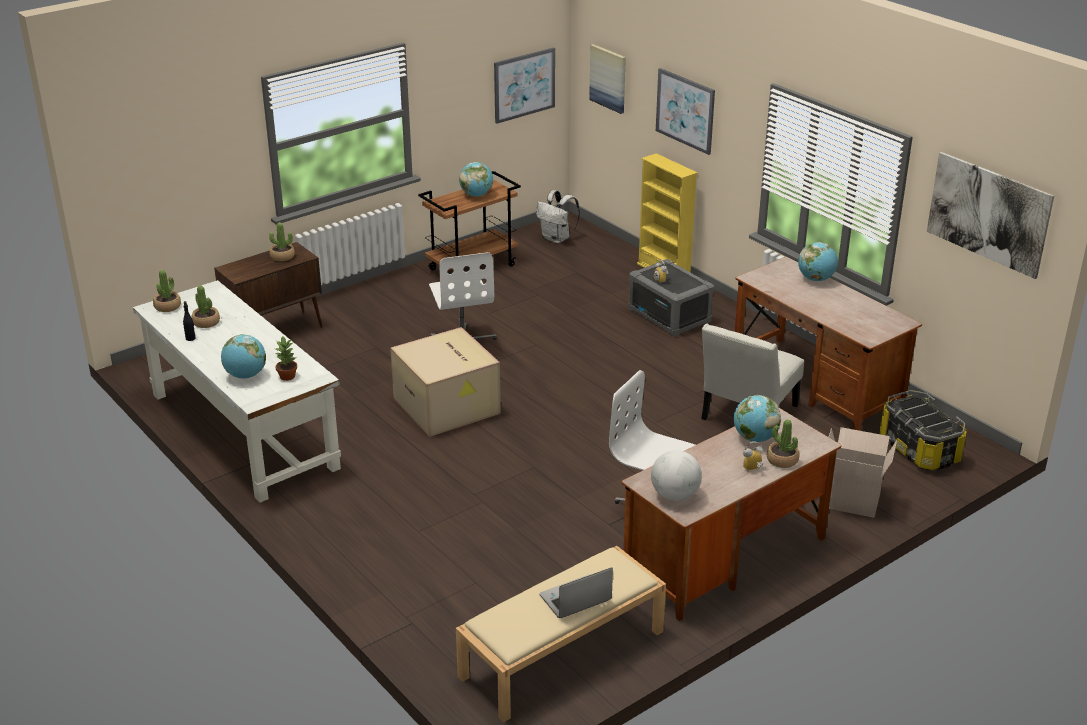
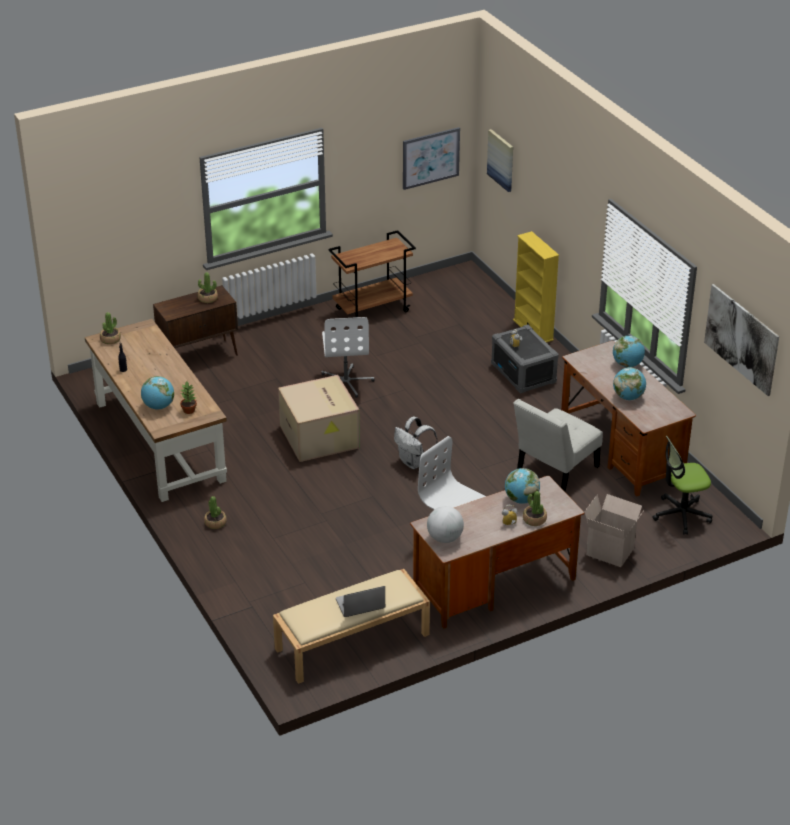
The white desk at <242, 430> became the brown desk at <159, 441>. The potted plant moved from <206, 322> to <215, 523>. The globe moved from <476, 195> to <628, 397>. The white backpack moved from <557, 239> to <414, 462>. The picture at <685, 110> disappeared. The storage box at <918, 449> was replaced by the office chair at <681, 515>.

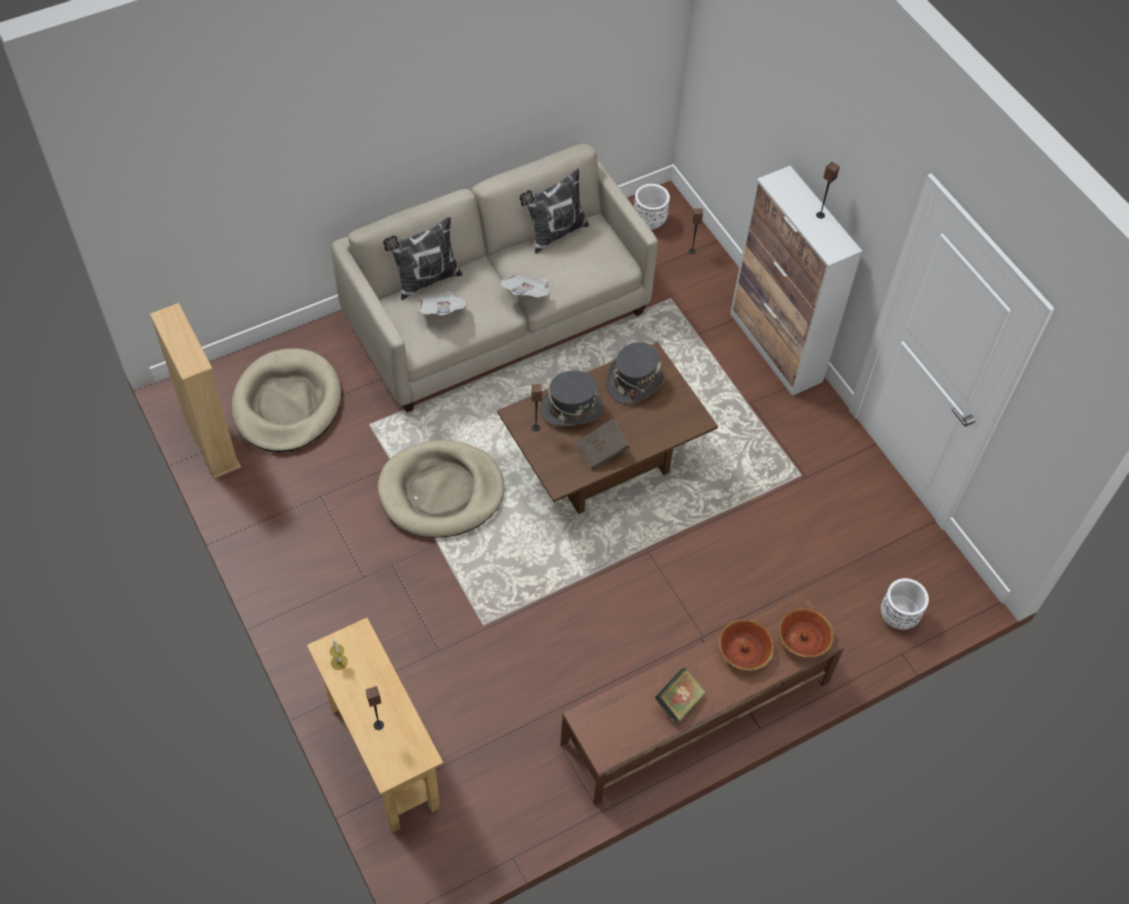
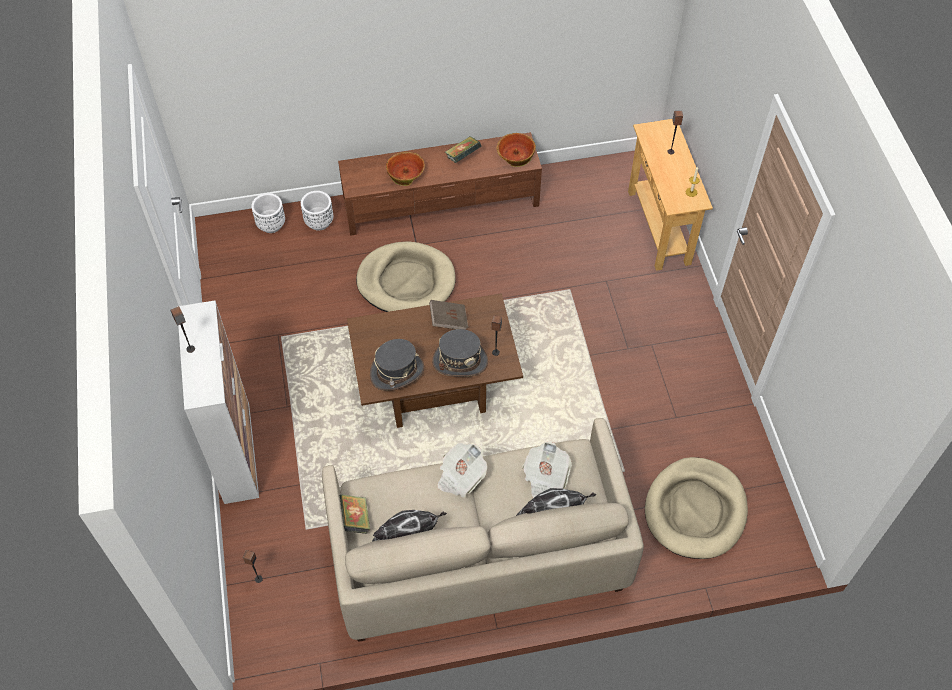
The beige bookcase at <211, 442> disappeared. The beige dog bed moved from <441, 492> to <406, 281>. The white planter moved from <649, 221> to <319, 222>. The bowl moved from <803, 639> to <515, 155>. The book at <355, 519> appeared.

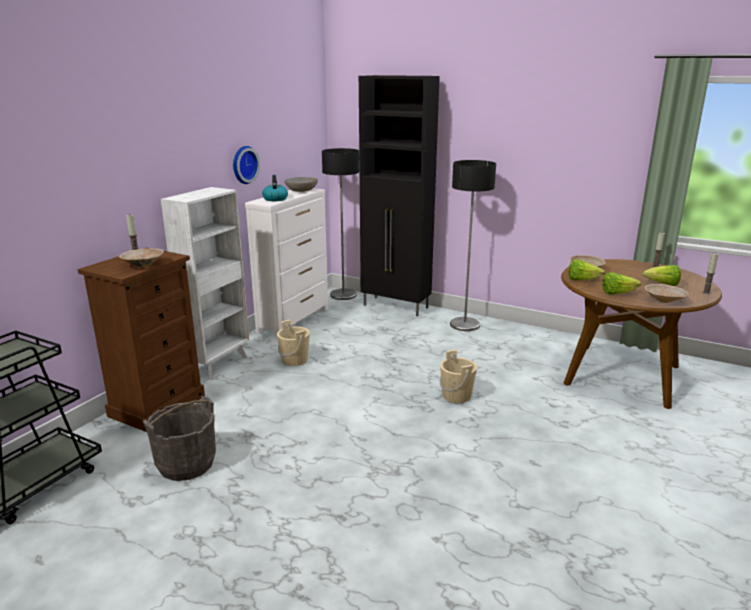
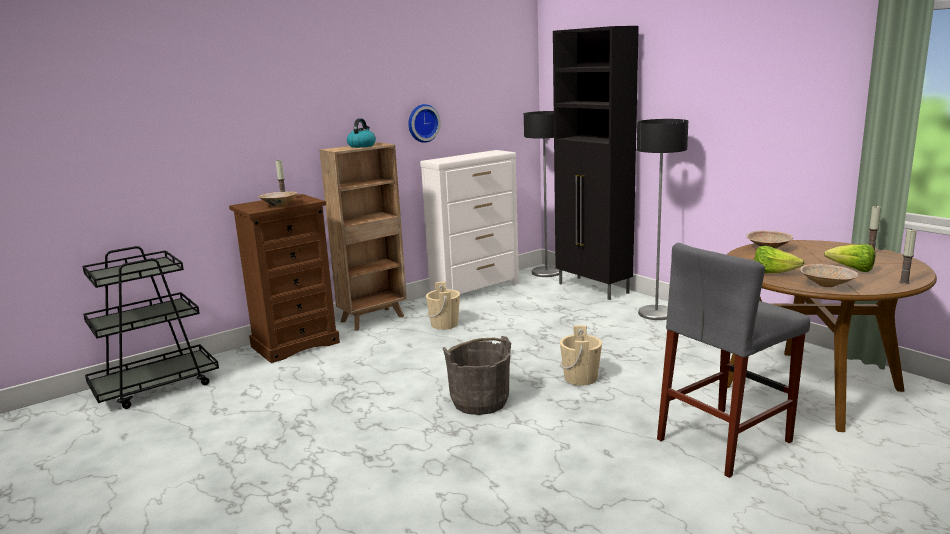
The grey bucket moved from <186, 464> to <479, 401>. The white bookcase at <218, 364> became the brown bookcase at <374, 319>. The kettle moved from <275, 199> to <362, 146>. The grey bowl at <301, 190> disappeared. The lettuce at <582, 280> disappeared. The grey stool at <724, 440> appeared.

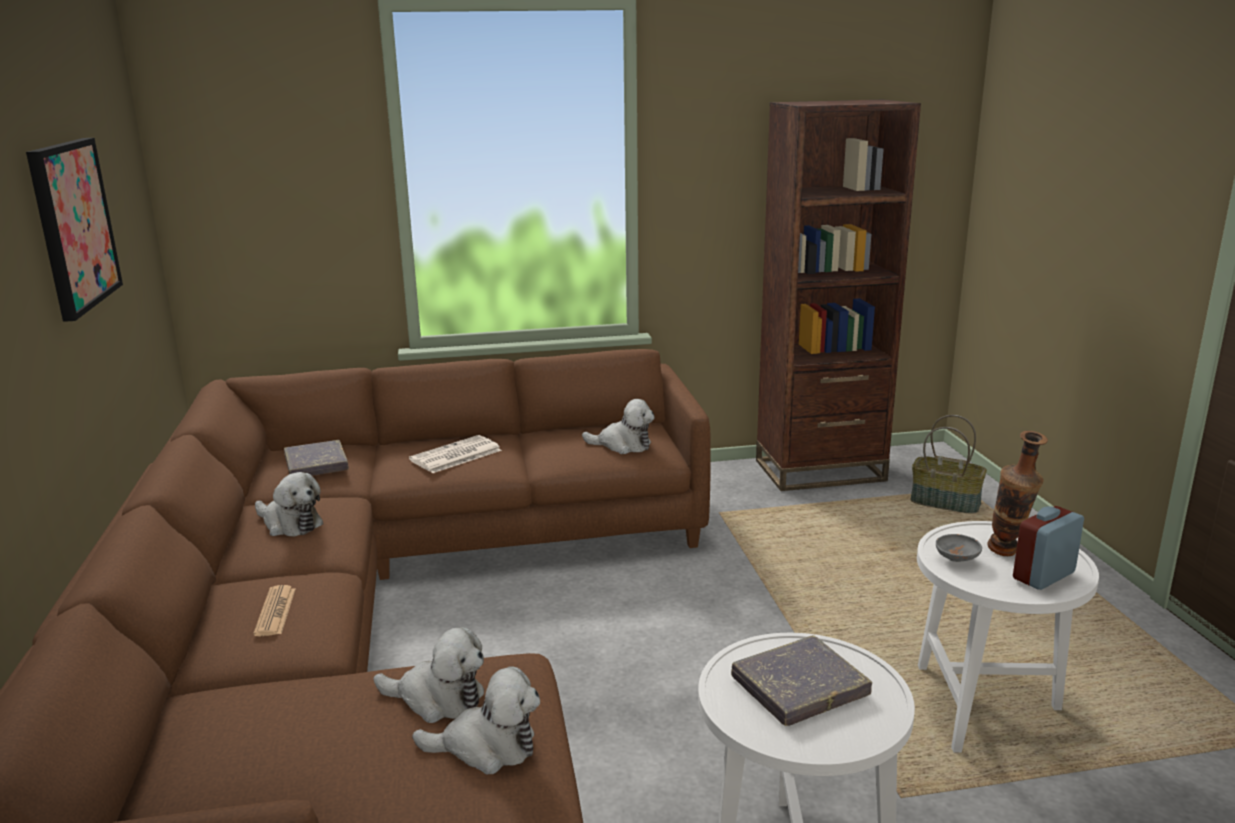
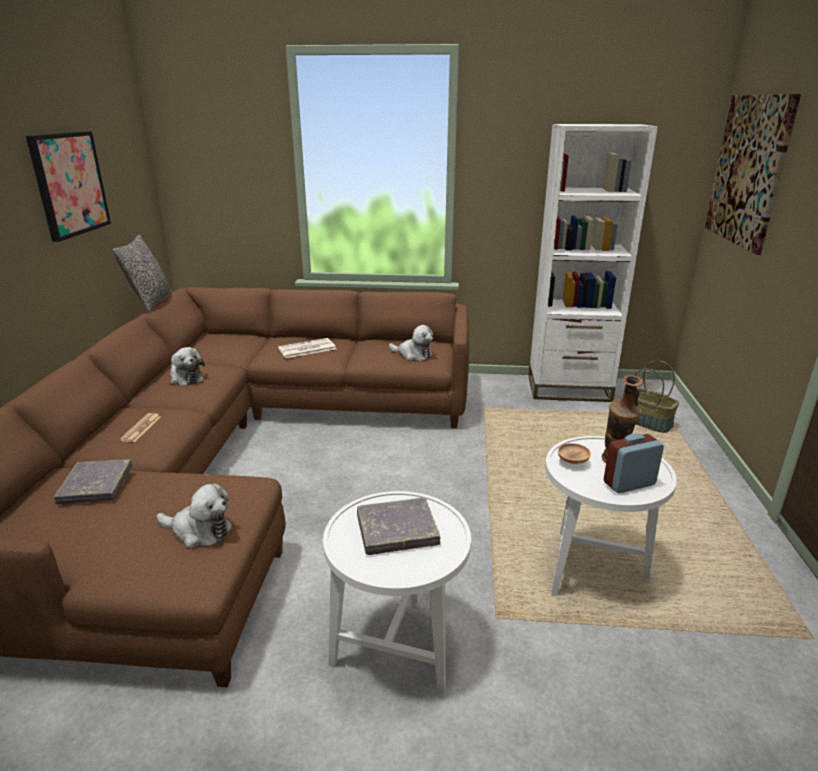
The grey book moved from <316, 464> to <96, 486>. The plush toy at <438, 699> disappeared. The brown bookcase at <820, 471> became the white bookcase at <569, 389>. The grey bowl at <957, 558> became the brown bowl at <572, 461>. The pillow at <151, 303> appeared. The picture at <748, 170> appeared.

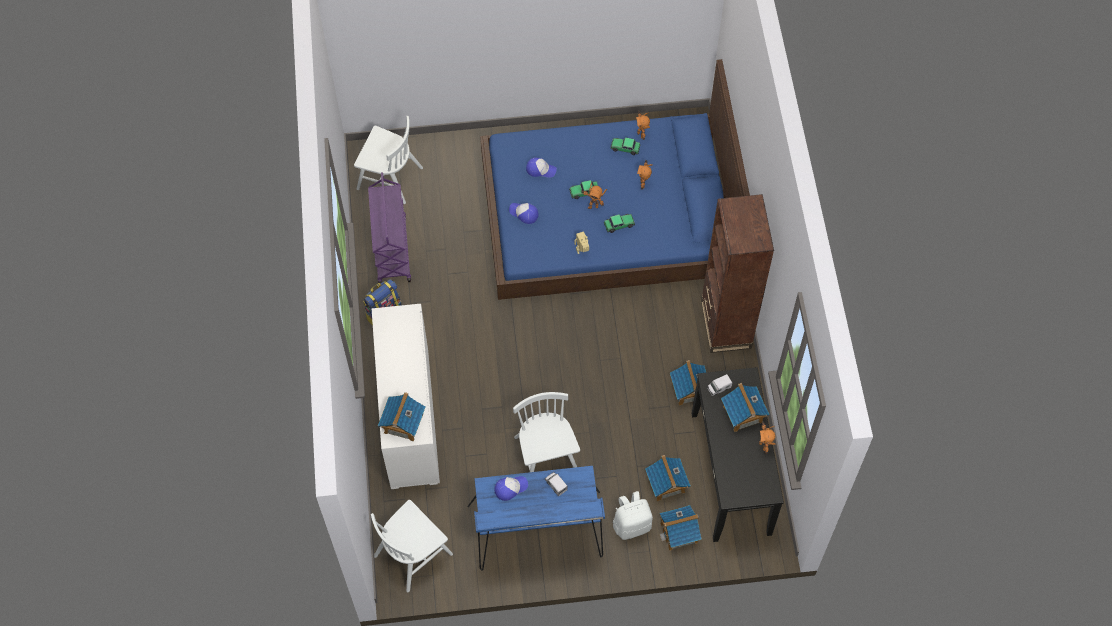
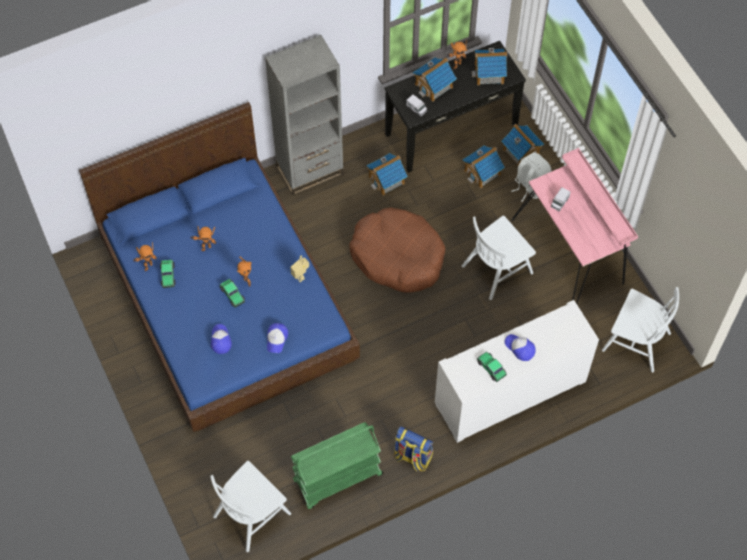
The white chair at <389, 178> turned 135 degrees counterclockwise. The purple cart at <391, 250> became the green cart at <337, 478>. The toy house moved from <403, 424> to <489, 73>. The blue desk at <537, 533> became the pink desk at <570, 252>. The cap moved from <510, 488> to <520, 348>. The toy car moved from <619, 224> to <491, 368>. The brown bookcase at <725, 324> became the grey bookcase at <310, 170>. The brown dog bed at <397, 256> appeared.

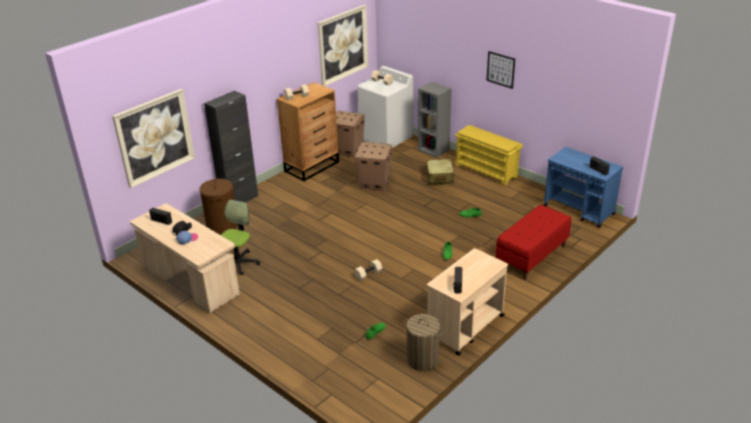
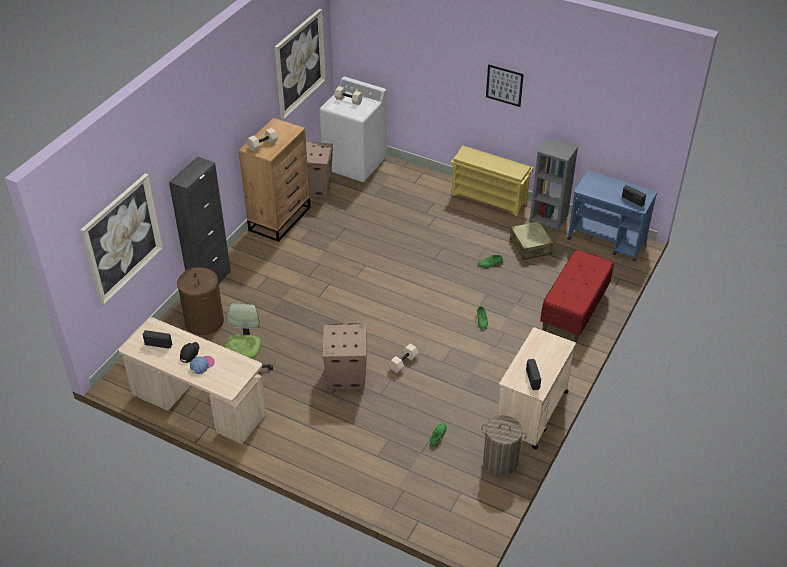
The cardboard box moved from <374, 183> to <345, 375>. The grey bookcase moved from <434, 150> to <549, 218>. The beige suitcase moved from <439, 177> to <530, 246>.

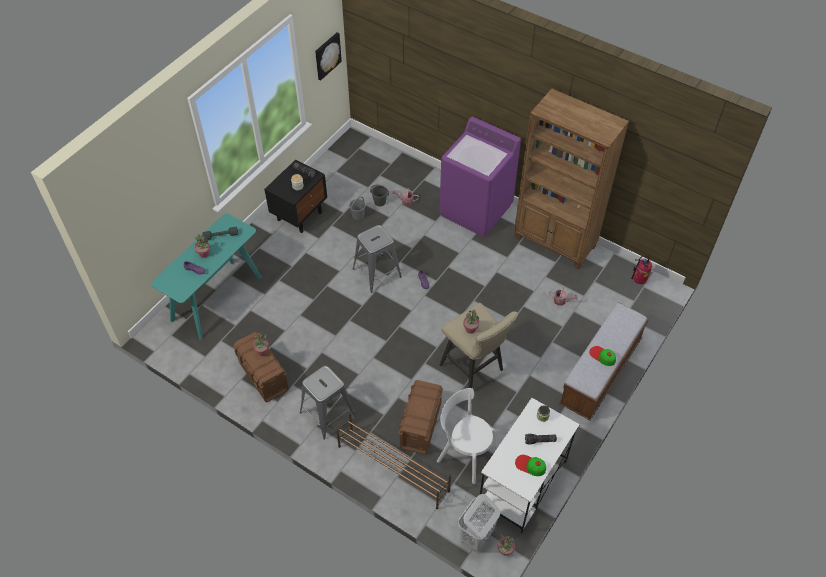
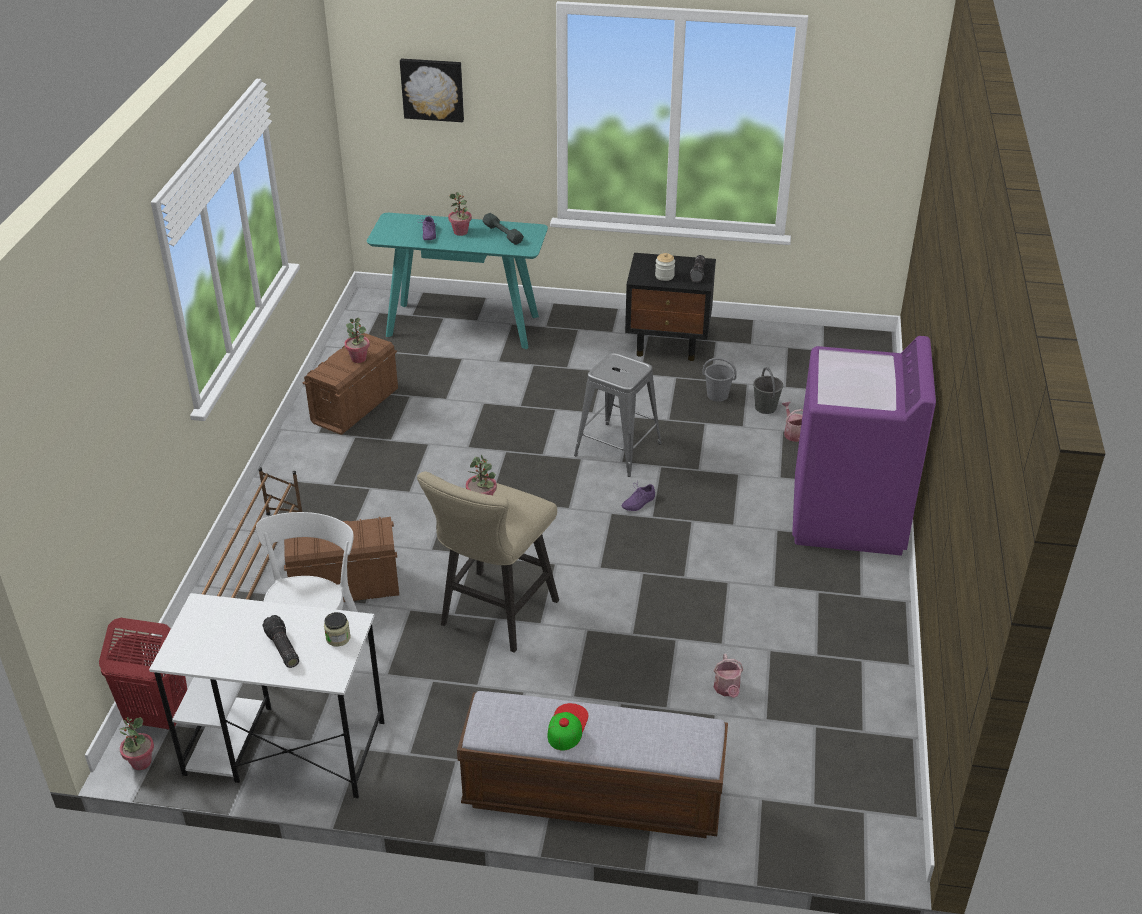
The grey stool at <328, 414> disappeared. The picture moved from <327, 55> to <433, 89>. The white laundry basket at <476, 537> became the red laundry basket at <157, 716>. The brown bookcase at <555, 243> disappeared. The cap at <530, 465> disappeared. The fire extinguisher at <638, 281> disappeared.

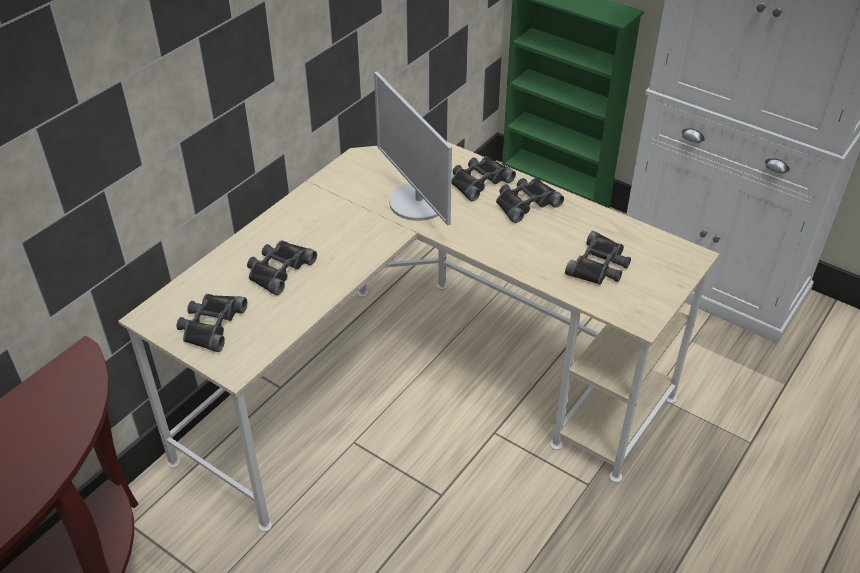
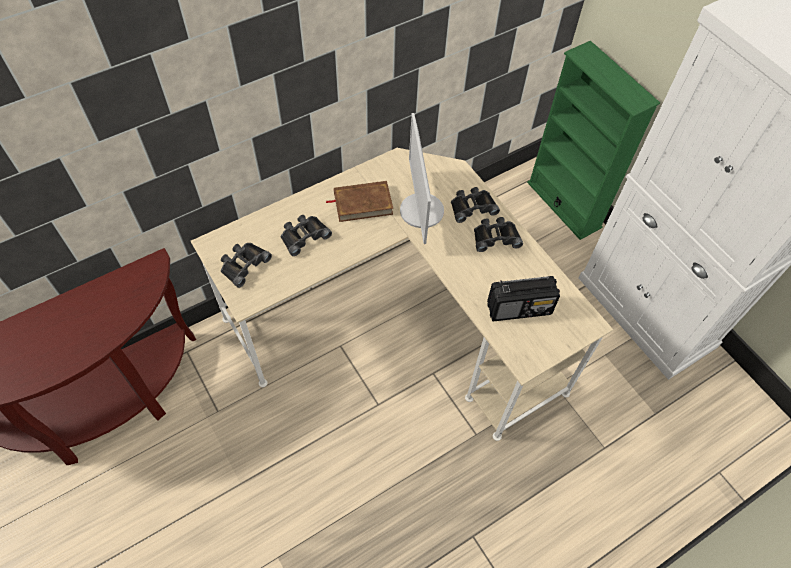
The black binoculars at <599, 265> was replaced by the radio at <519, 308>. The brown book at <362, 203> appeared.

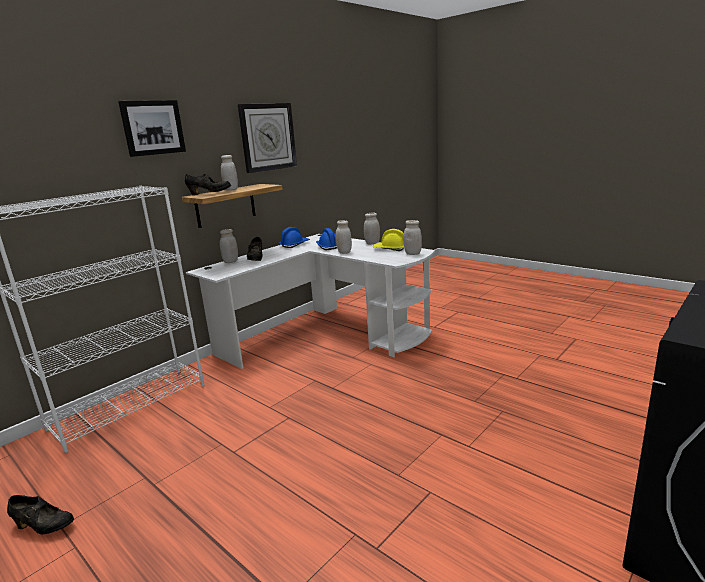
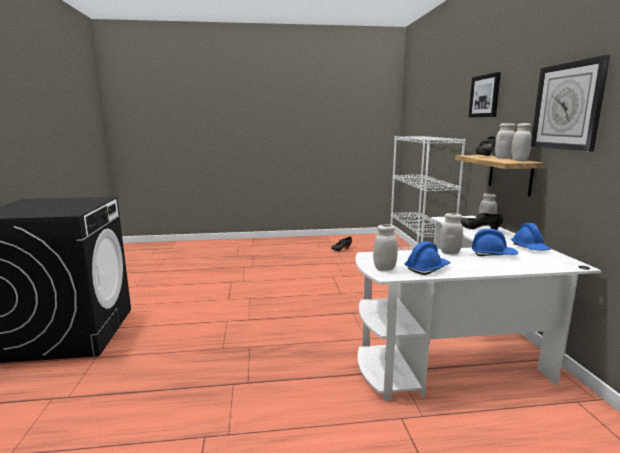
The white jar moved from <372, 243> to <519, 160>. The yellow hard hat at <390, 249> became the blue hard hat at <427, 268>.

